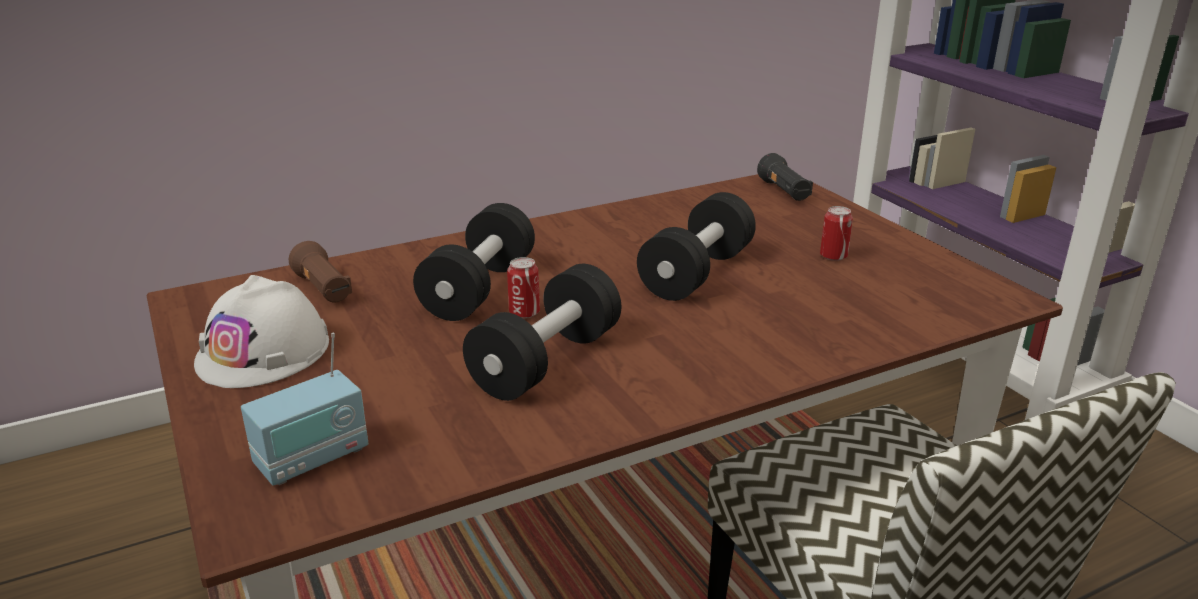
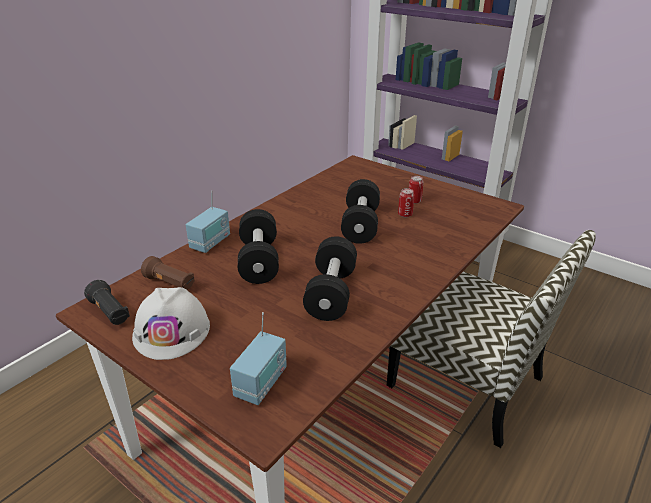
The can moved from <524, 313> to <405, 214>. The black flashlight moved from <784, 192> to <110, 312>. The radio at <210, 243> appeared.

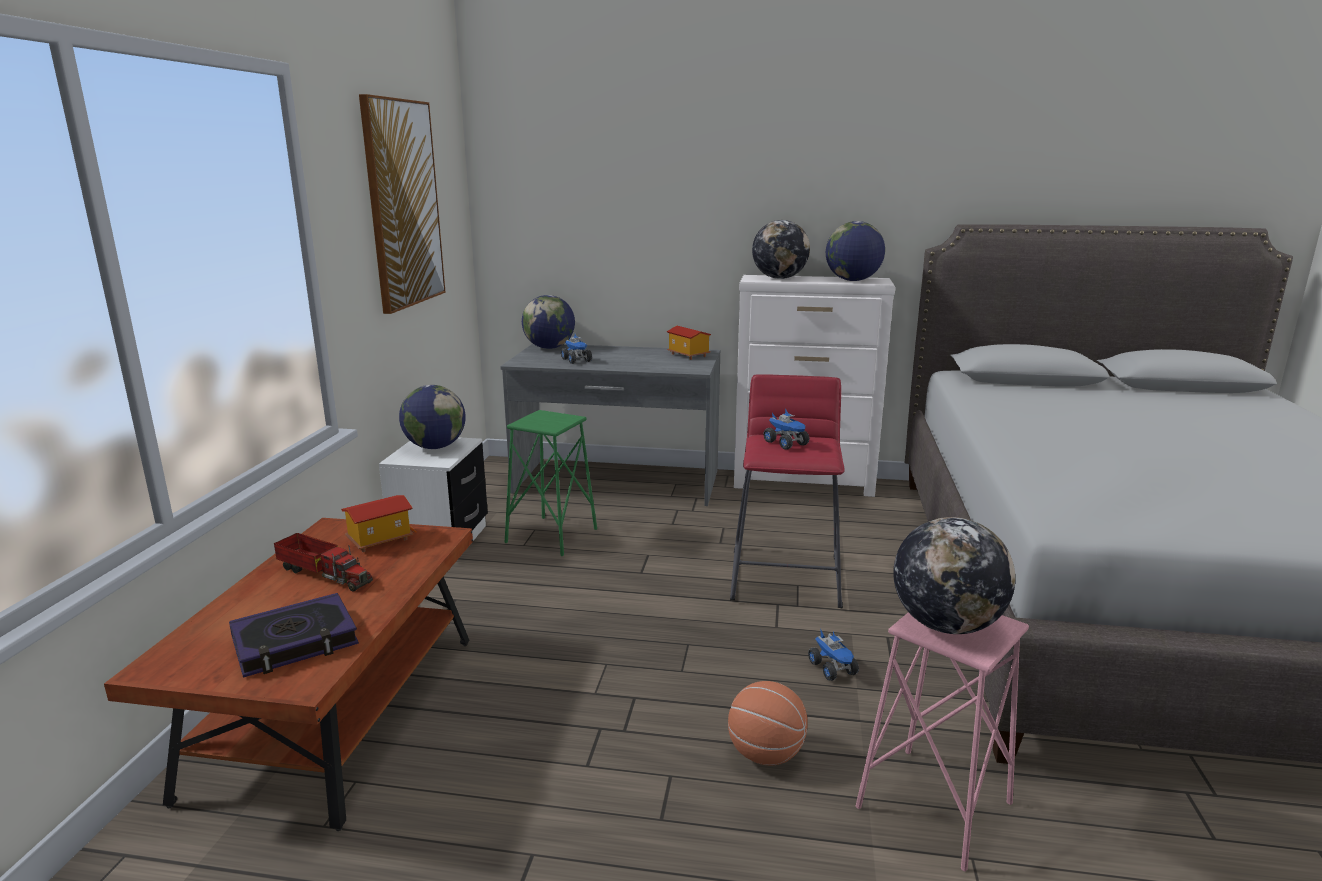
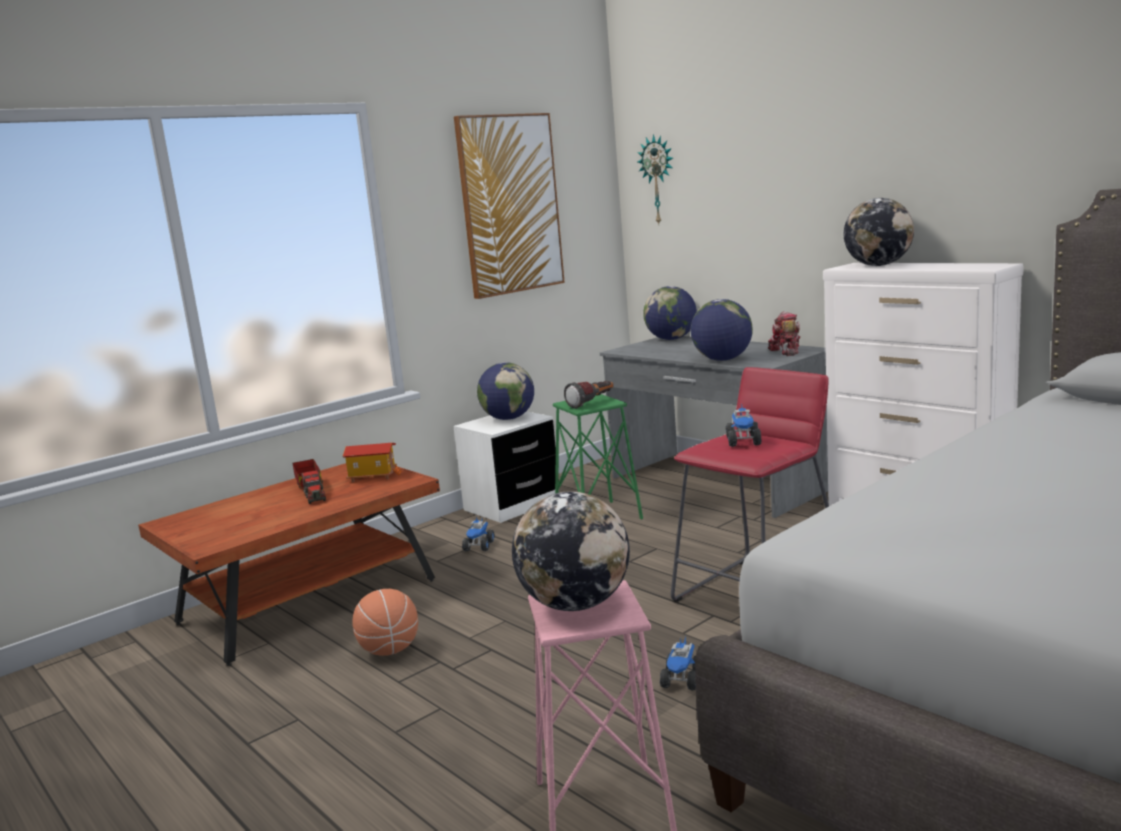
The book at <295, 642> disappeared. The toy truck moved from <577, 360> to <479, 546>. The toy house at <687, 355> was replaced by the toy robot at <785, 351>. The basketball moved from <765, 754> to <389, 650>. The globe moved from <853, 280> to <722, 360>. The flashlight at <592, 403> appeared. The wall clock at <658, 180> appeared.

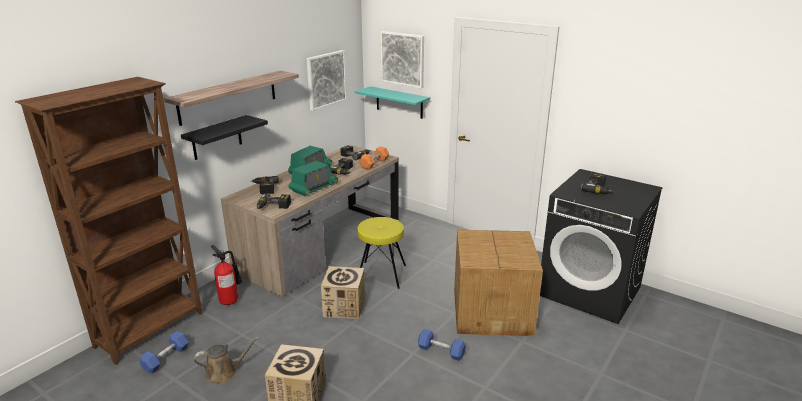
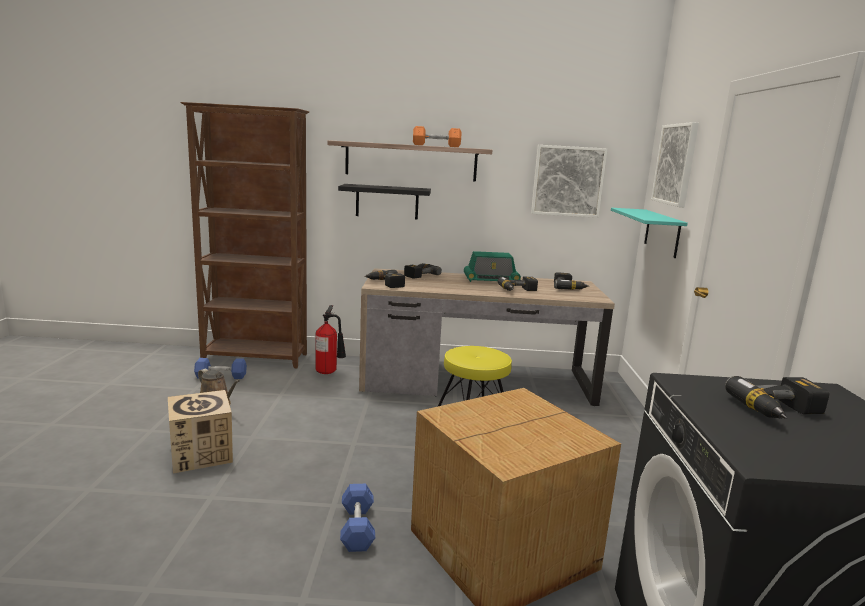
The radio at <313, 187> disappeared. The cardboard box at <344, 307> disappeared. The orange dumbbell moved from <374, 163> to <436, 146>.

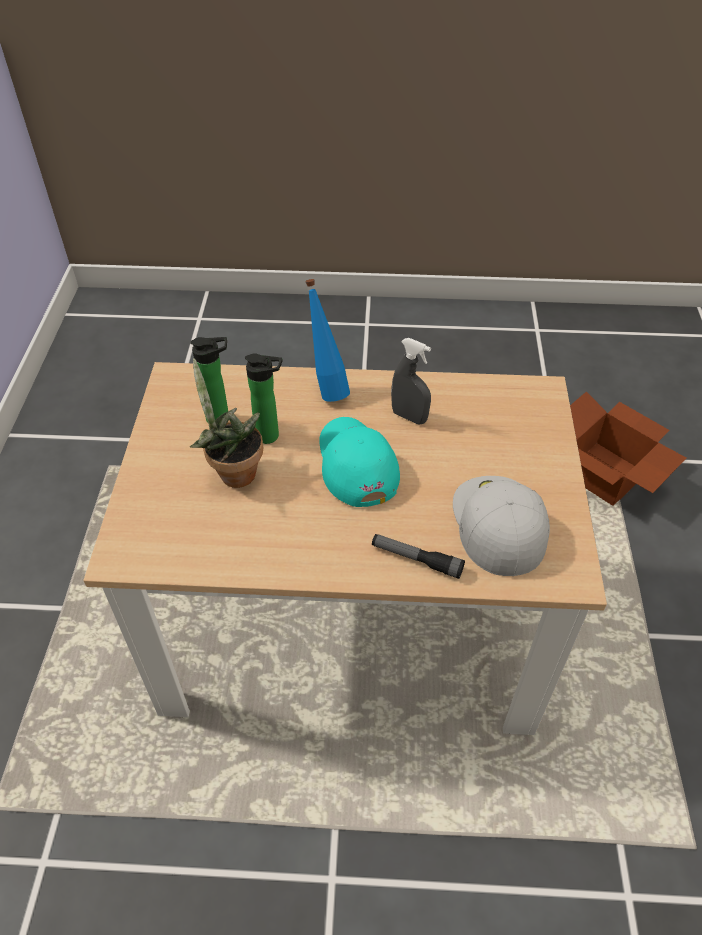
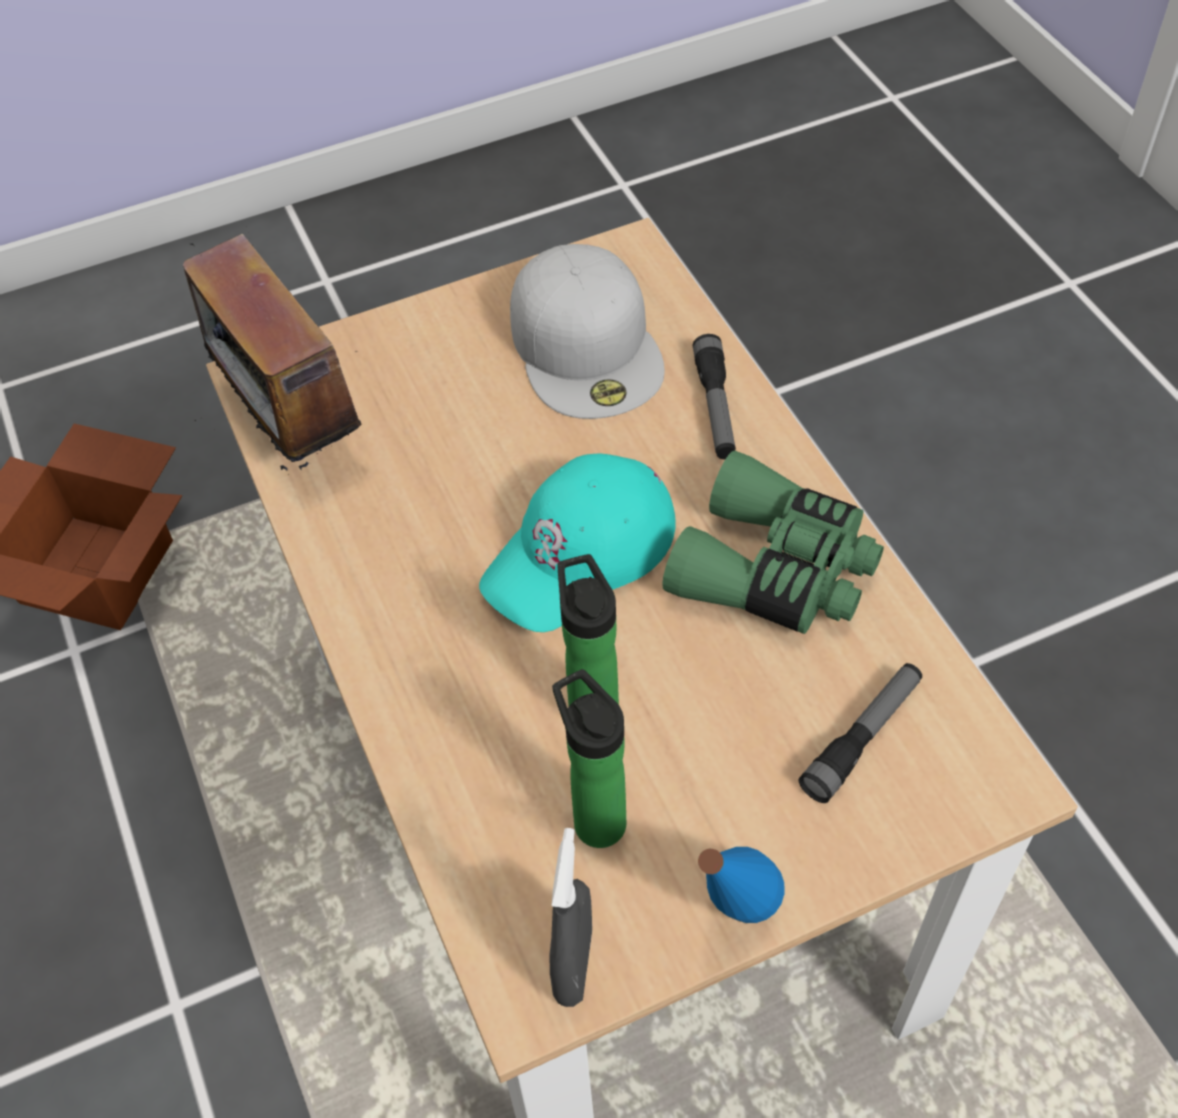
The potted plant at <233, 472> disappeared. The blue bottle moved from <327, 388> to <730, 927>. The grey spray bottle moved from <409, 416> to <573, 964>. The white cap at <497, 523> turned 75 degrees counterclockwise. The radio at <291, 428> appeared. The green binoculars at <776, 570> appeared. The flashlight at <862, 738> appeared.

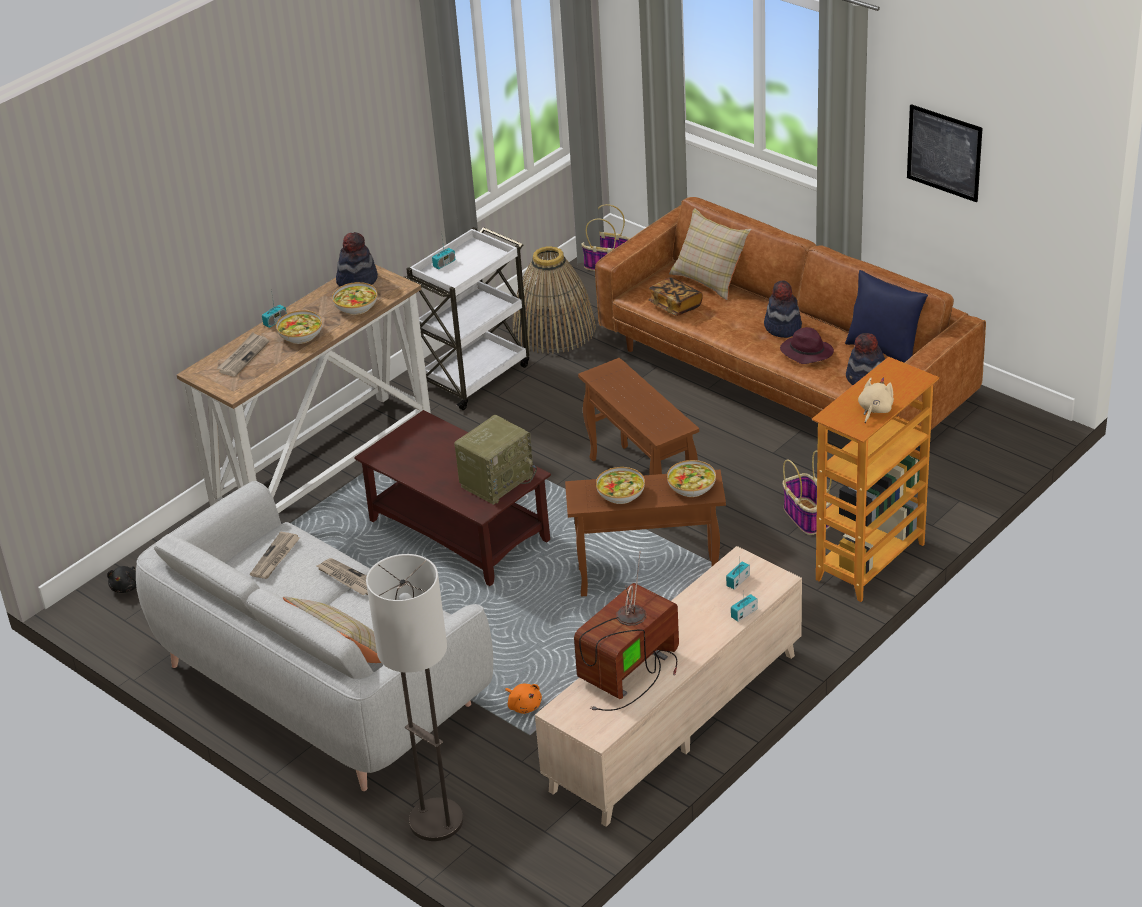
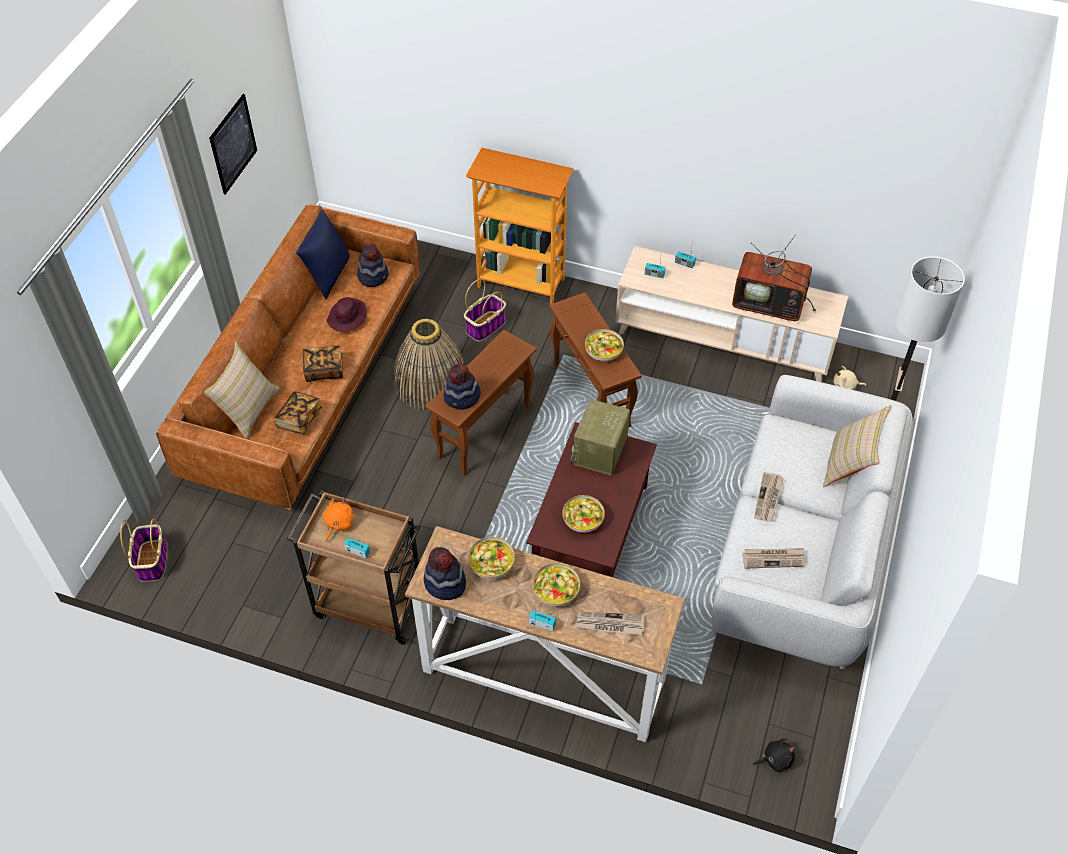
The white cart at <475, 375> became the brown cart at <368, 604>. The radio at <497, 480> turned 90 degrees counterclockwise. The orange plush toy moved from <524, 705> to <338, 523>. The basket moved from <554, 329> to <430, 381>. The bowl moved from <691, 487> to <583, 520>. The hat moved from <782, 327> to <462, 397>. The beige plush toy moved from <874, 410> to <846, 386>. The book at <324, 370> appeared.

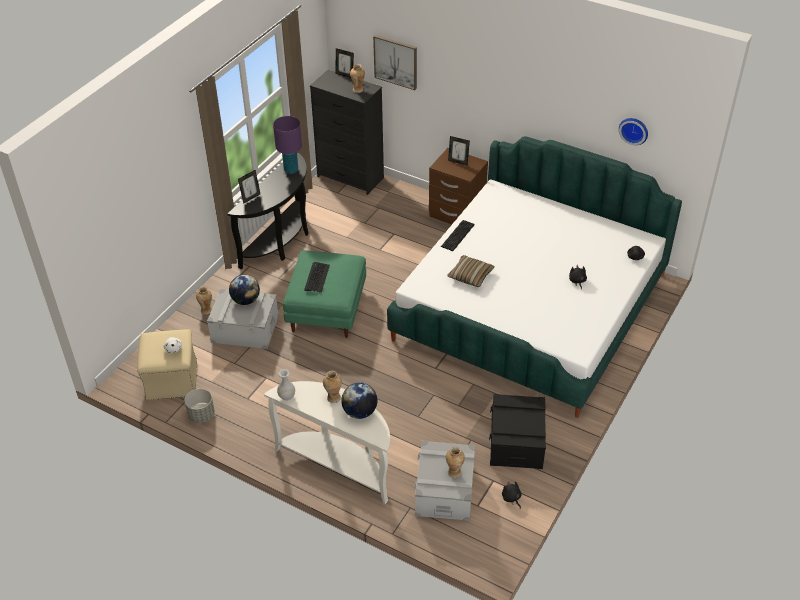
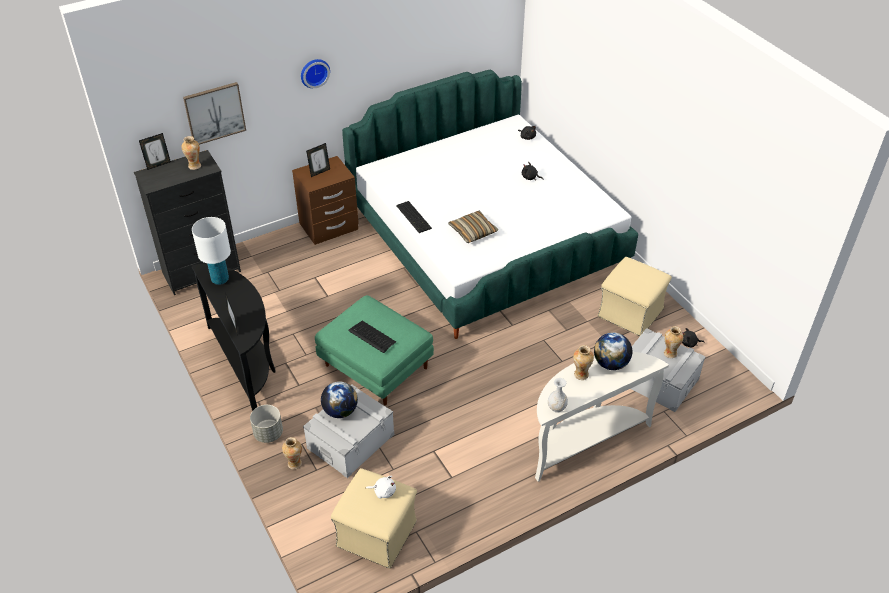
The grey planter moved from <201, 415> to <268, 433>. The purple table lamp at <291, 170> became the white table lamp at <220, 279>. The black storage box at <516, 441> was replaced by the beige ottoman at <631, 313>. The wall clock moved from <634, 130> to <314, 72>.

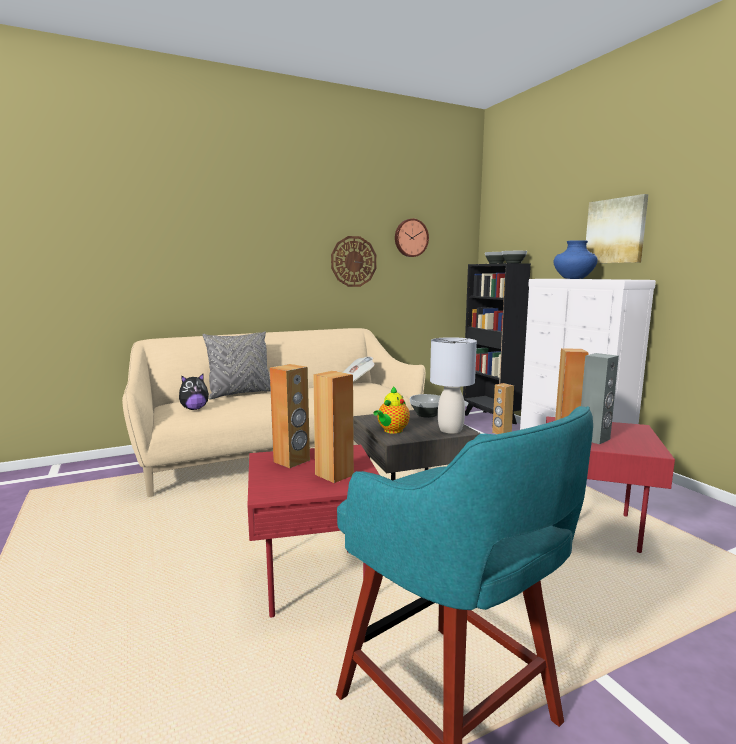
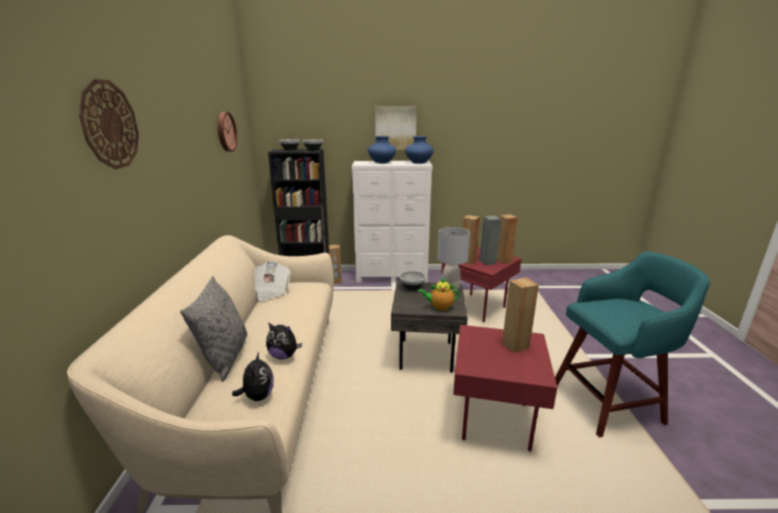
The brown speaker moved from <292, 461> to <503, 260>. The wall clock moved from <353, 261> to <110, 125>. The teapot at <392, 431> turned 120 degrees clockwise. The plush toy at <284, 356> appeared. The blue vase at <418, 163> appeared.

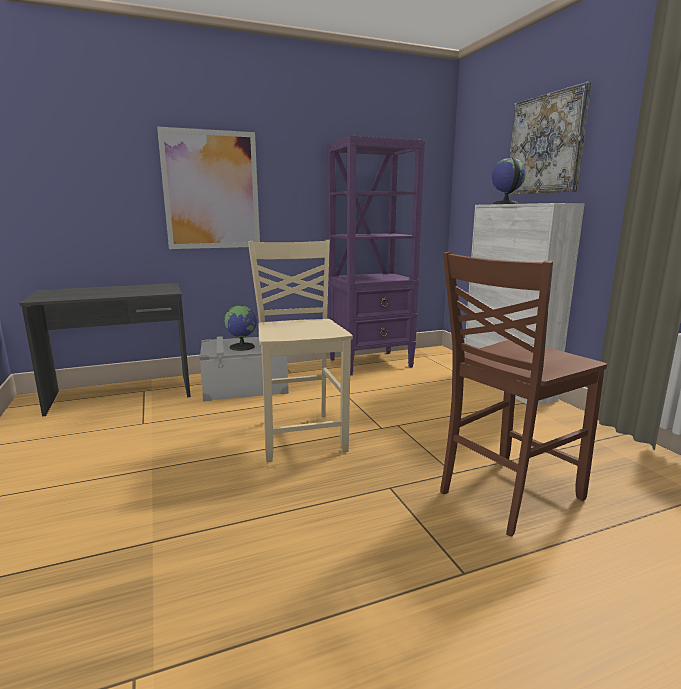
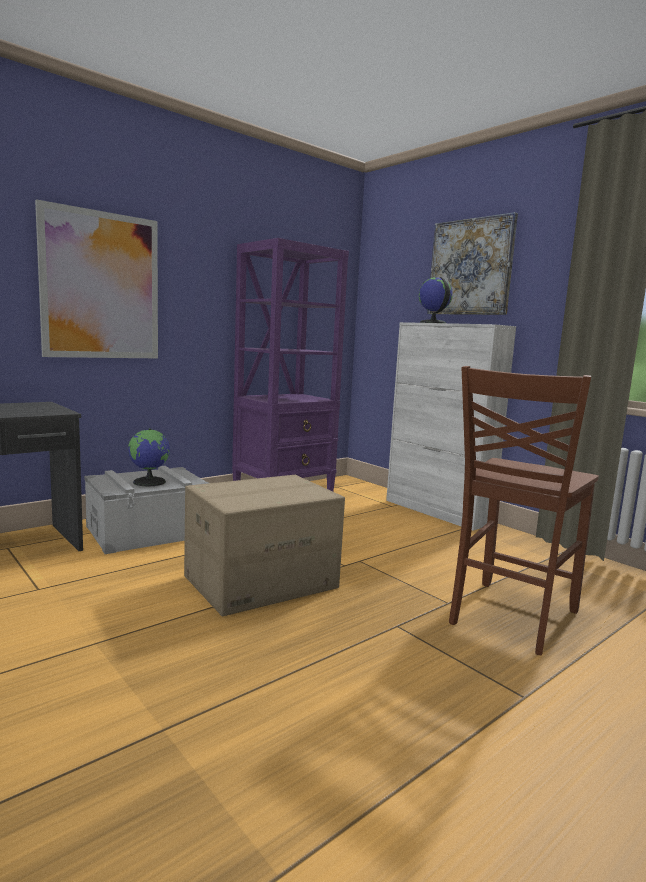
The beige chair at <301, 435> was replaced by the cardboard box at <261, 582>.

